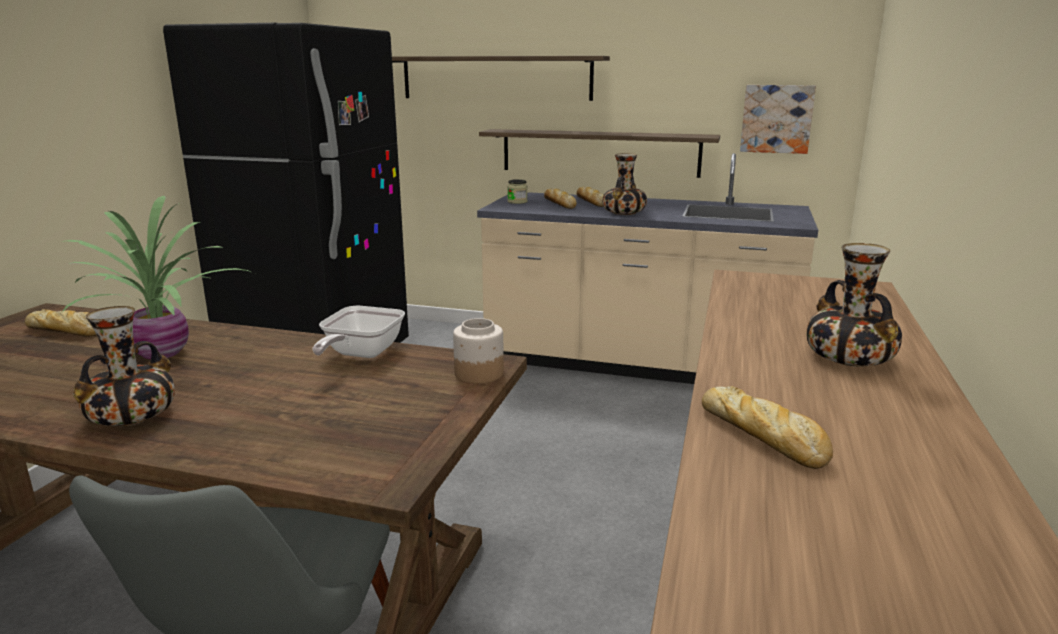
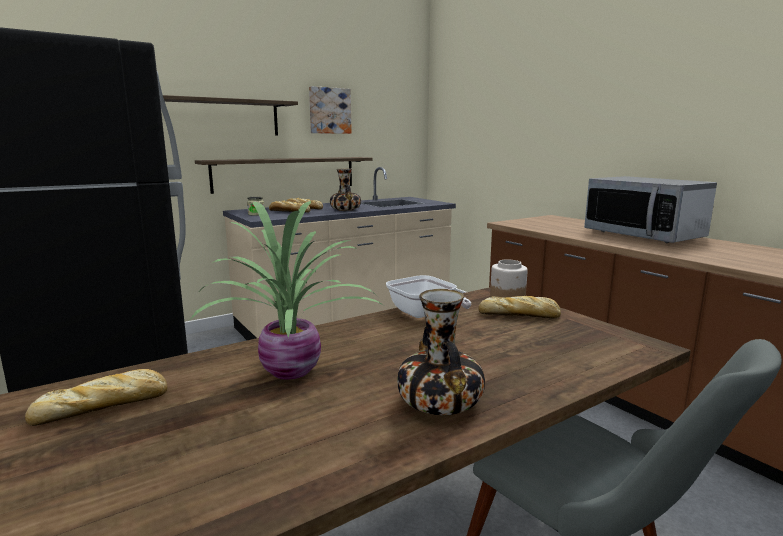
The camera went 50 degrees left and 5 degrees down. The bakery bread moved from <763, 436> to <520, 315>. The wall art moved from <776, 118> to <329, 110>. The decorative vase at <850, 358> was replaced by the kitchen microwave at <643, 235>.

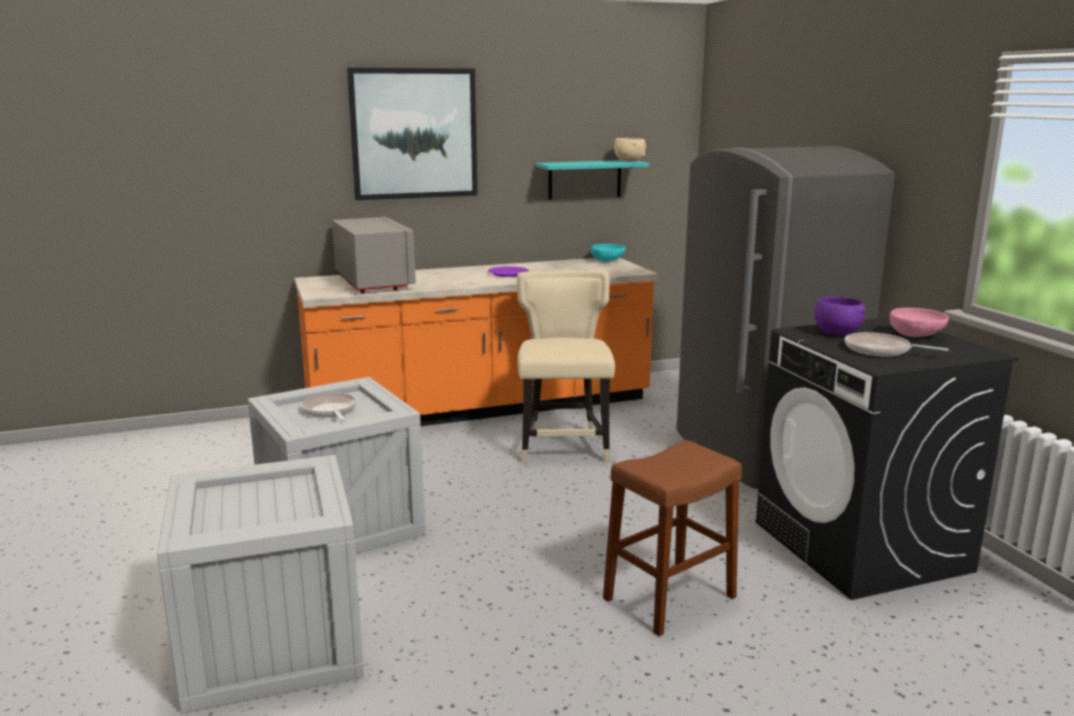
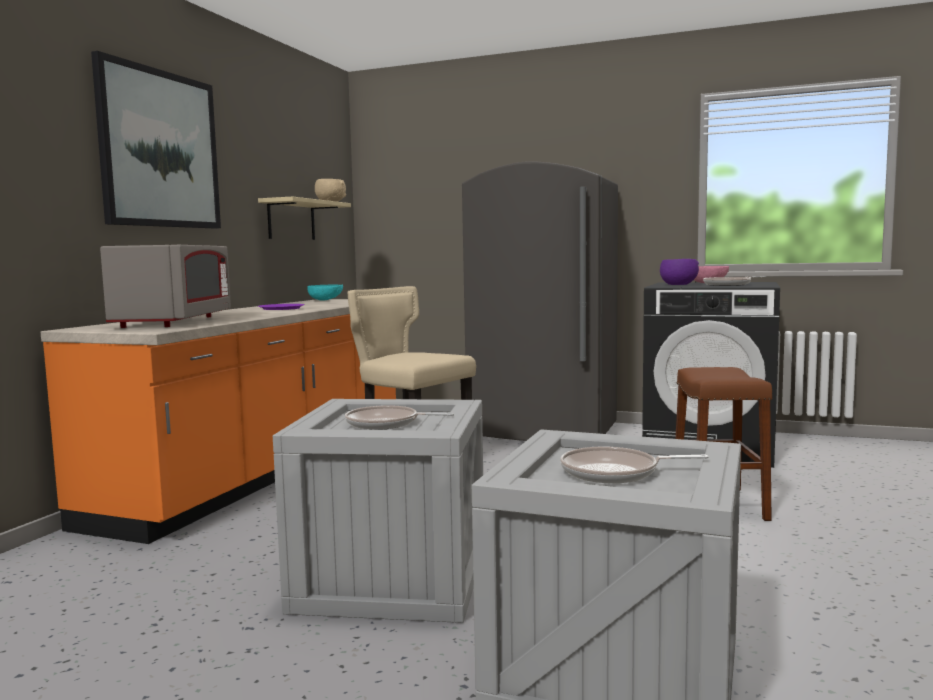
The camera went 50 degrees left and 10 degrees down. The frying pan at <615, 473> appeared. The turquoise-coloured wall shelf at <584, 179> became the beige-coloured wall shelf at <291, 220>. The grey kitchen microwave at <374, 282> turned 75 degrees clockwise.

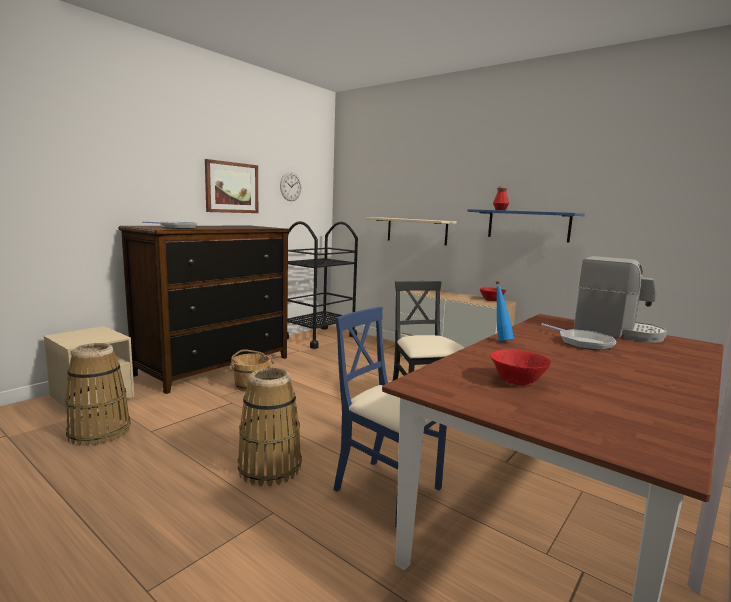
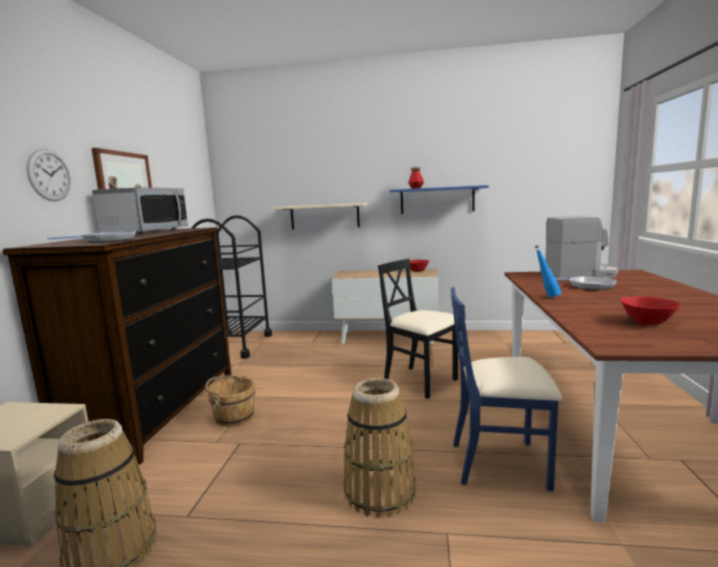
The camera went 30 degrees left and 0 degrees up. The kitchen microwave at <146, 232> appeared. The wall clock moved from <290, 186> to <49, 175>.

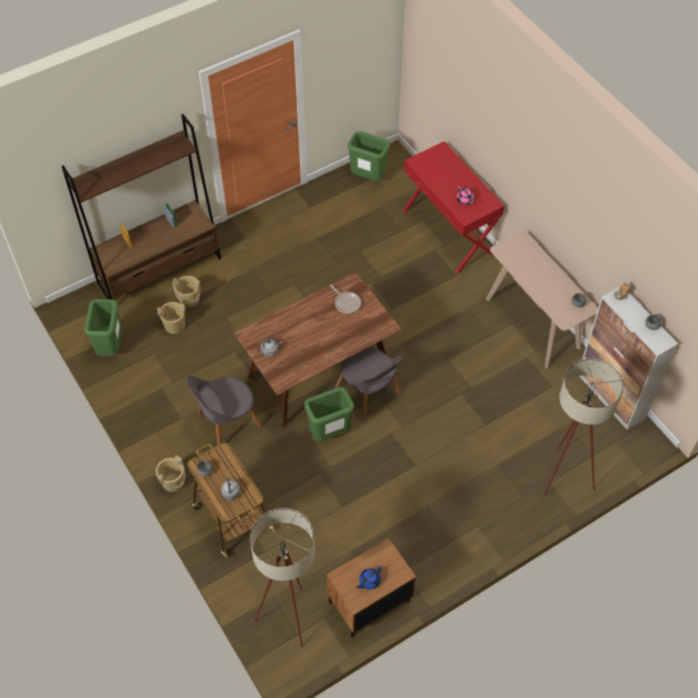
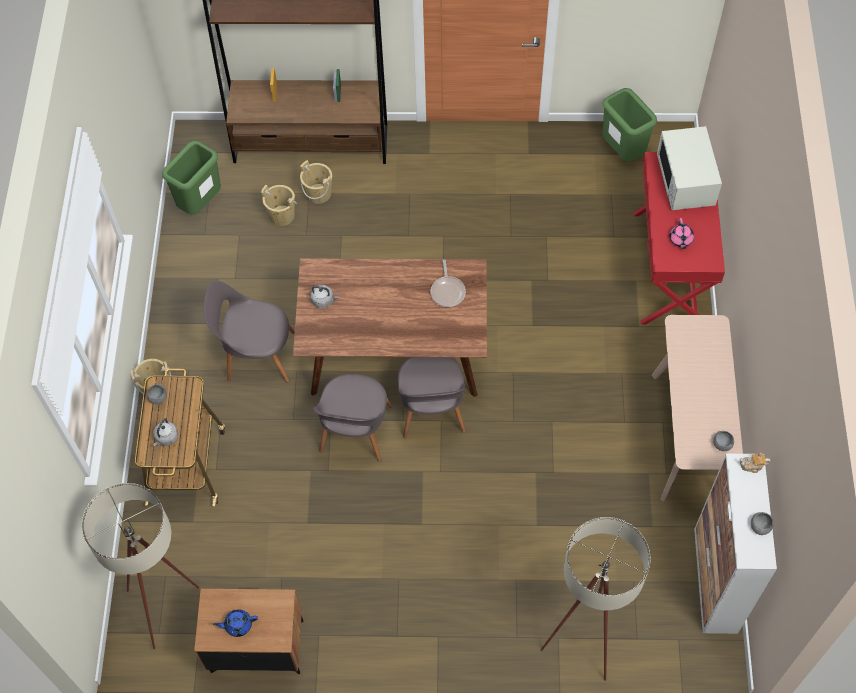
The camera went 35 degrees right and 5 degrees up. The white kitchen microwave at <685, 181> appeared. The green rubbish bin at <330, 434> was replaced by the grey plain chair at <355, 432>.

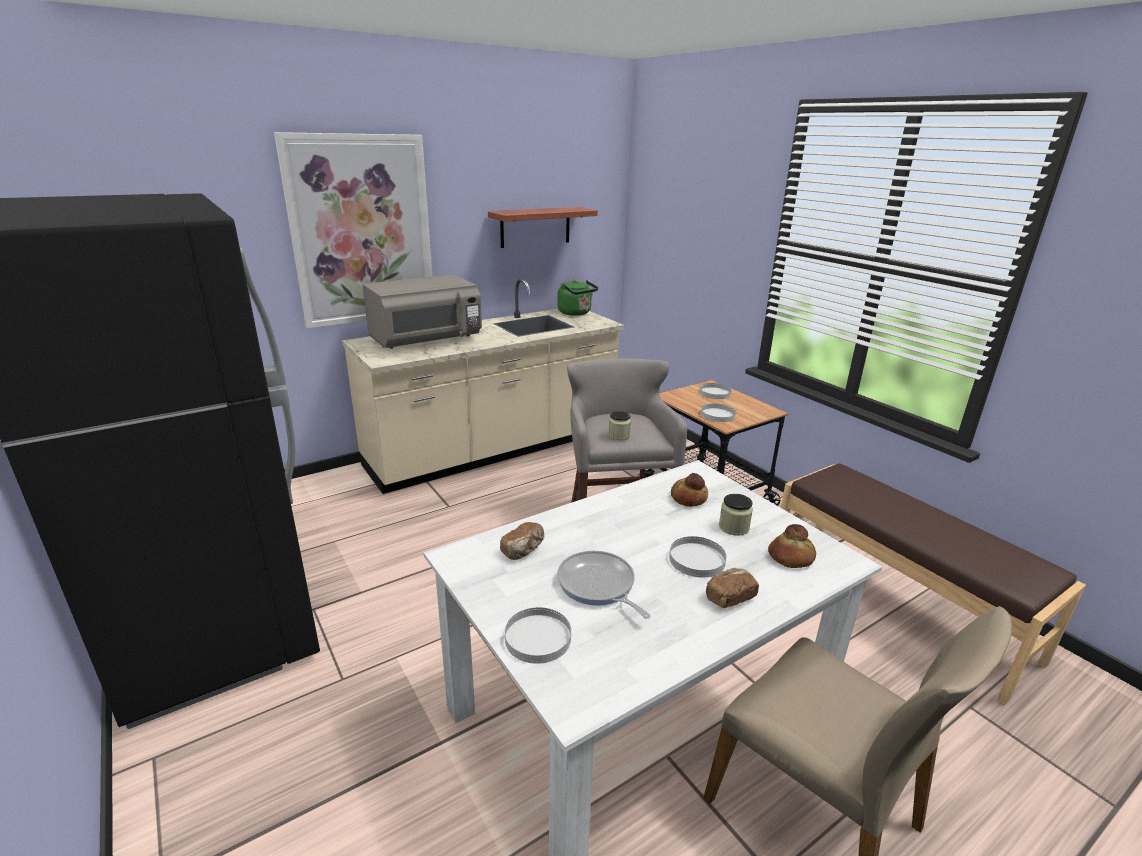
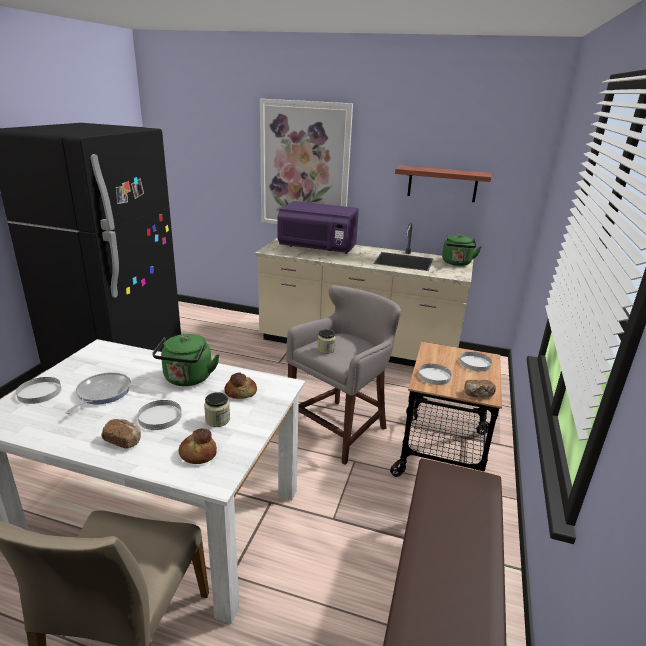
The camera went 50 degrees right and 0 degrees up. The green kettle at <187, 379> appeared. The bakery bread moved from <524, 550> to <478, 394>. The grey kitchen microwave at <426, 340> became the purplish kitchen microwave at <317, 248>.

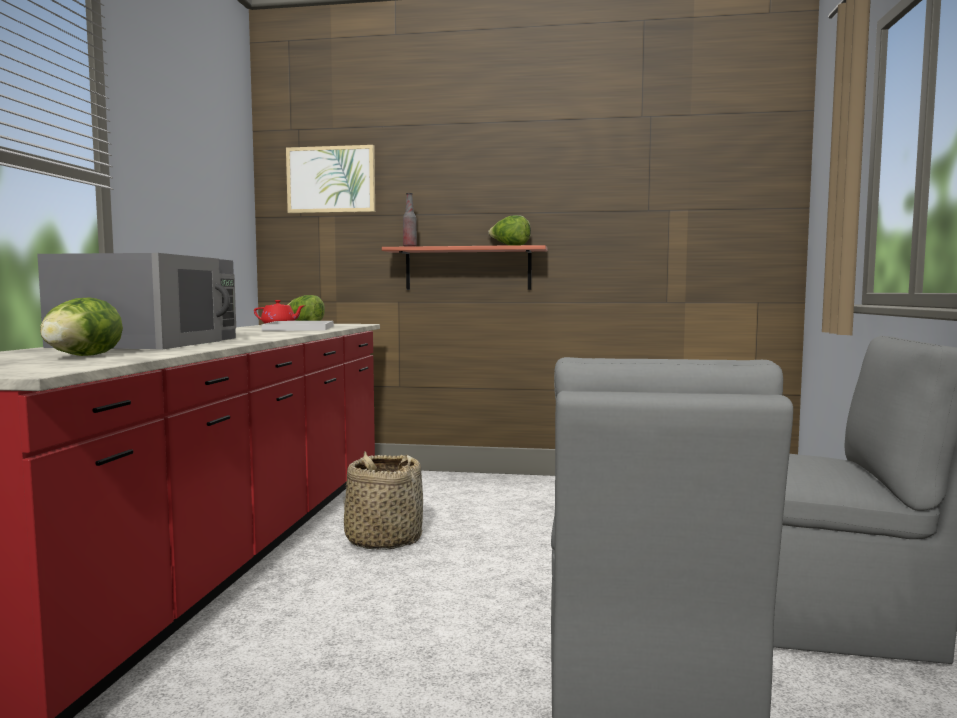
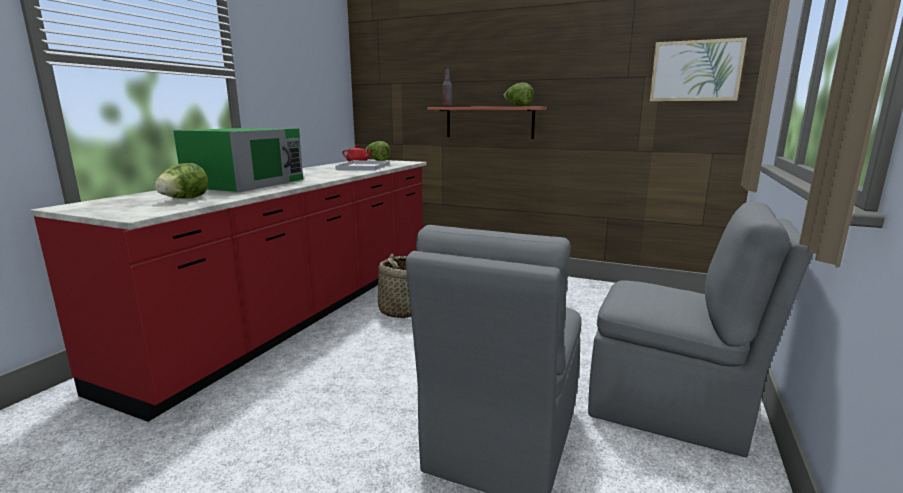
The camera went 15 degrees right and 10 degrees up. The wall art moved from <331, 180> to <695, 71>. The grey kitchen microwave at <151, 342> became the green kitchen microwave at <247, 183>.

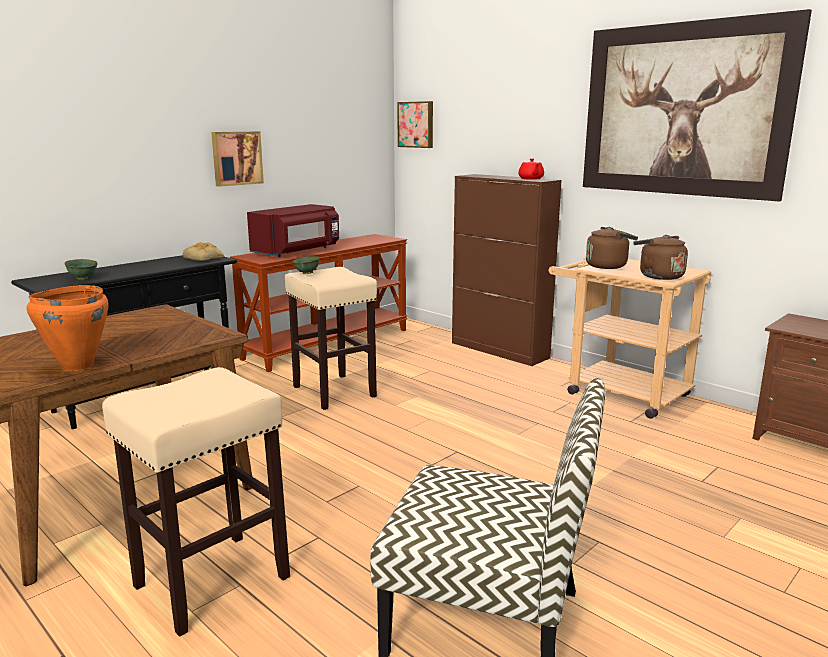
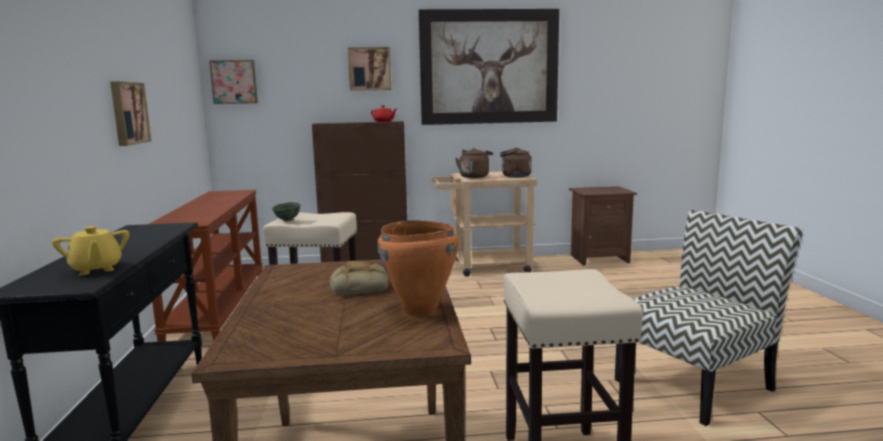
The camera went 50 degrees left and 5 degrees down. The red-coloured kitchen microwave at <298, 251> disappeared. The wall art at <369, 69> appeared. The bakery bread moved from <204, 258> to <360, 286>. The green bowl at <83, 278> was replaced by the yellow-coloured teapot at <96, 269>.

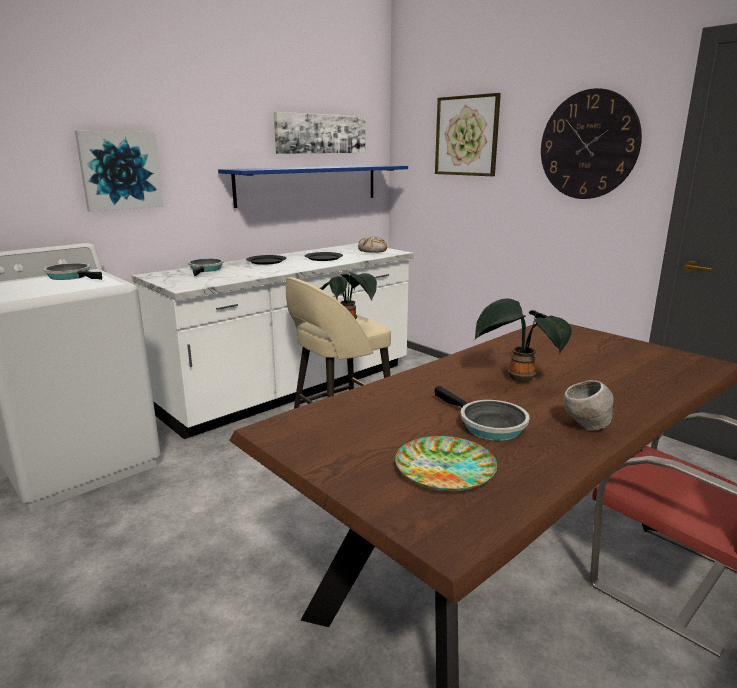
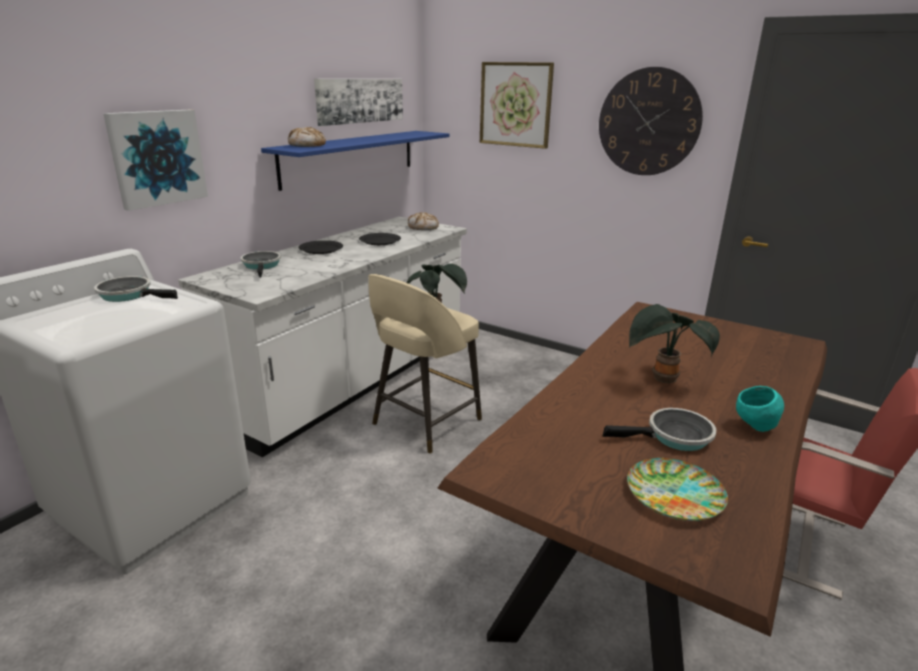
The camera went 15 degrees left and 5 degrees up. The bakery bread at <307, 145> appeared. The grey bowl at <586, 427> became the turquoise-coloured bowl at <754, 428>. The frying pan at <487, 425> turned 45 degrees counterclockwise.

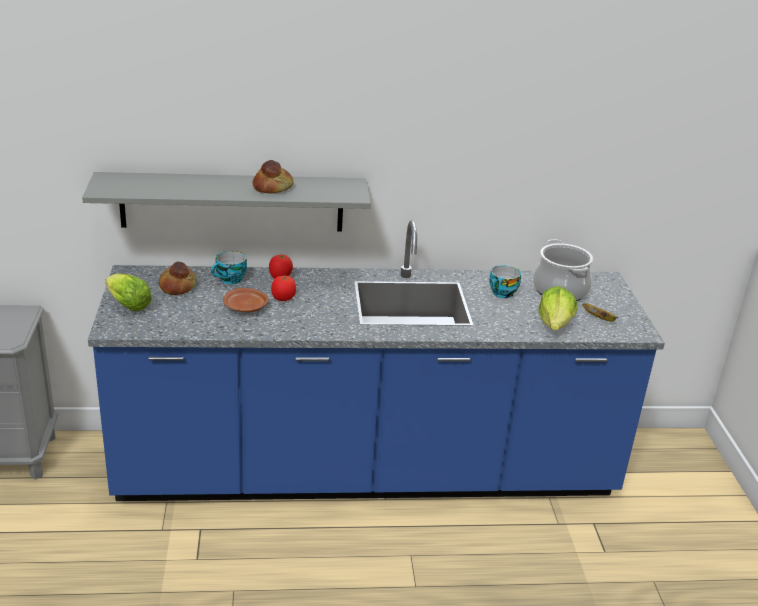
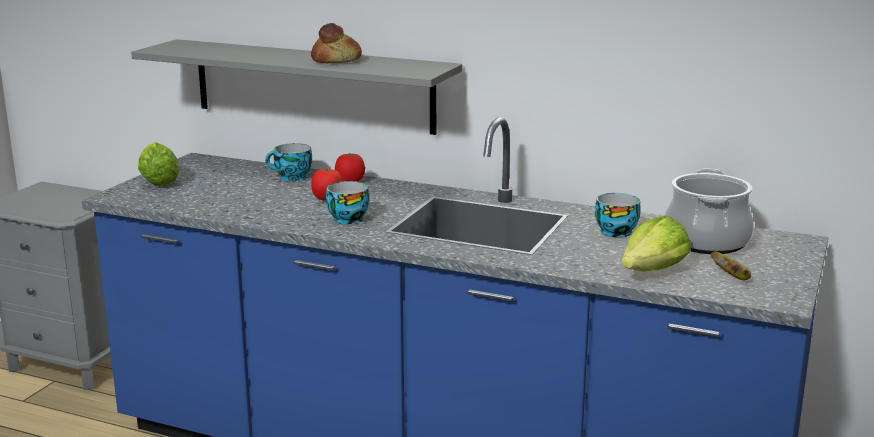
The camera went 30 degrees right and 10 degrees down. The bakery bread at <178, 287> disappeared. The brown dinner plate at <246, 307> disappeared. The drinking cup at <347, 218> appeared.

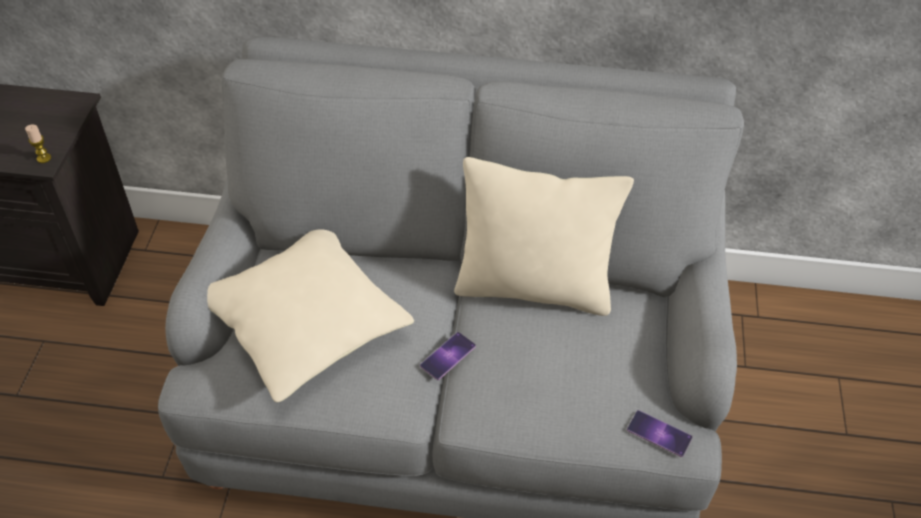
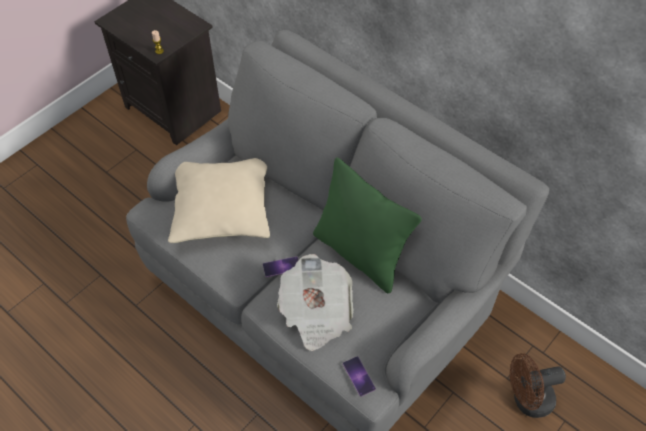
The camera went 35 degrees right and 5 degrees up. The daily paper at <316, 313> appeared. The brown fan at <527, 400> appeared. The beige-coloured pillow at <534, 287> became the green pillow at <360, 254>.

